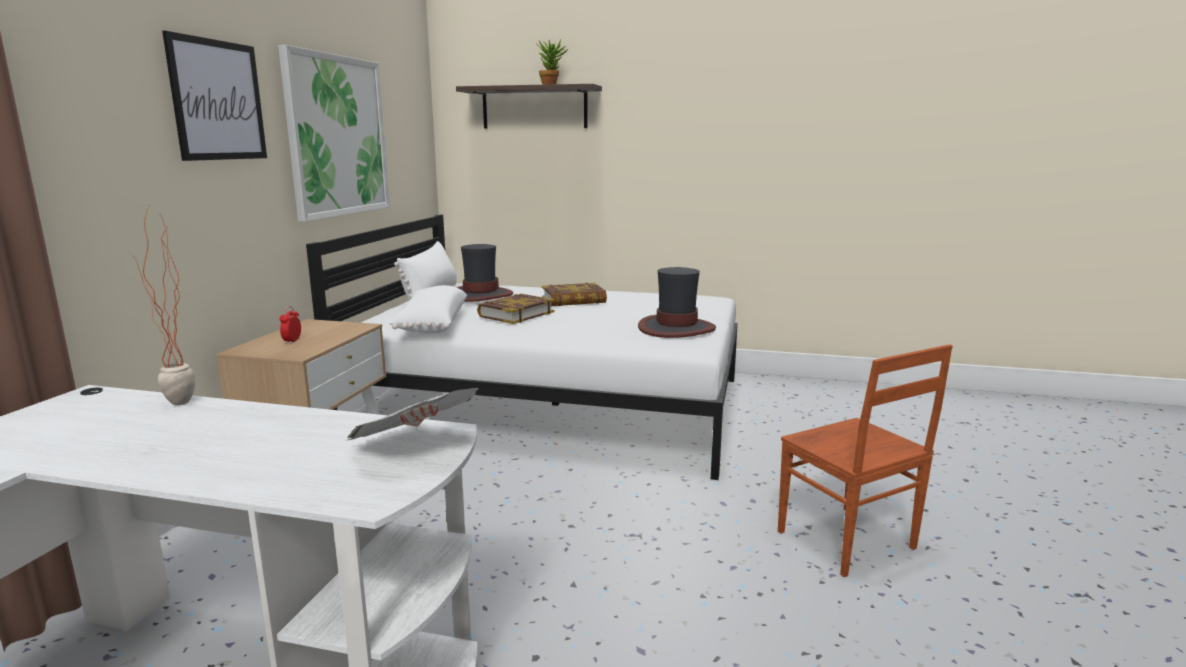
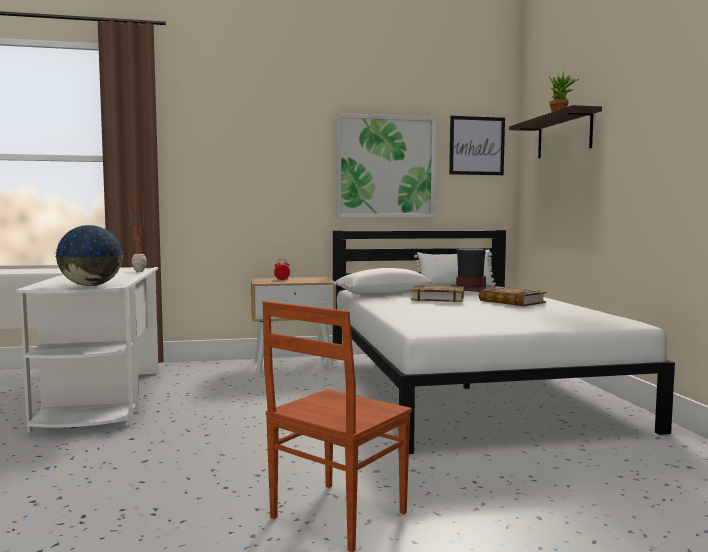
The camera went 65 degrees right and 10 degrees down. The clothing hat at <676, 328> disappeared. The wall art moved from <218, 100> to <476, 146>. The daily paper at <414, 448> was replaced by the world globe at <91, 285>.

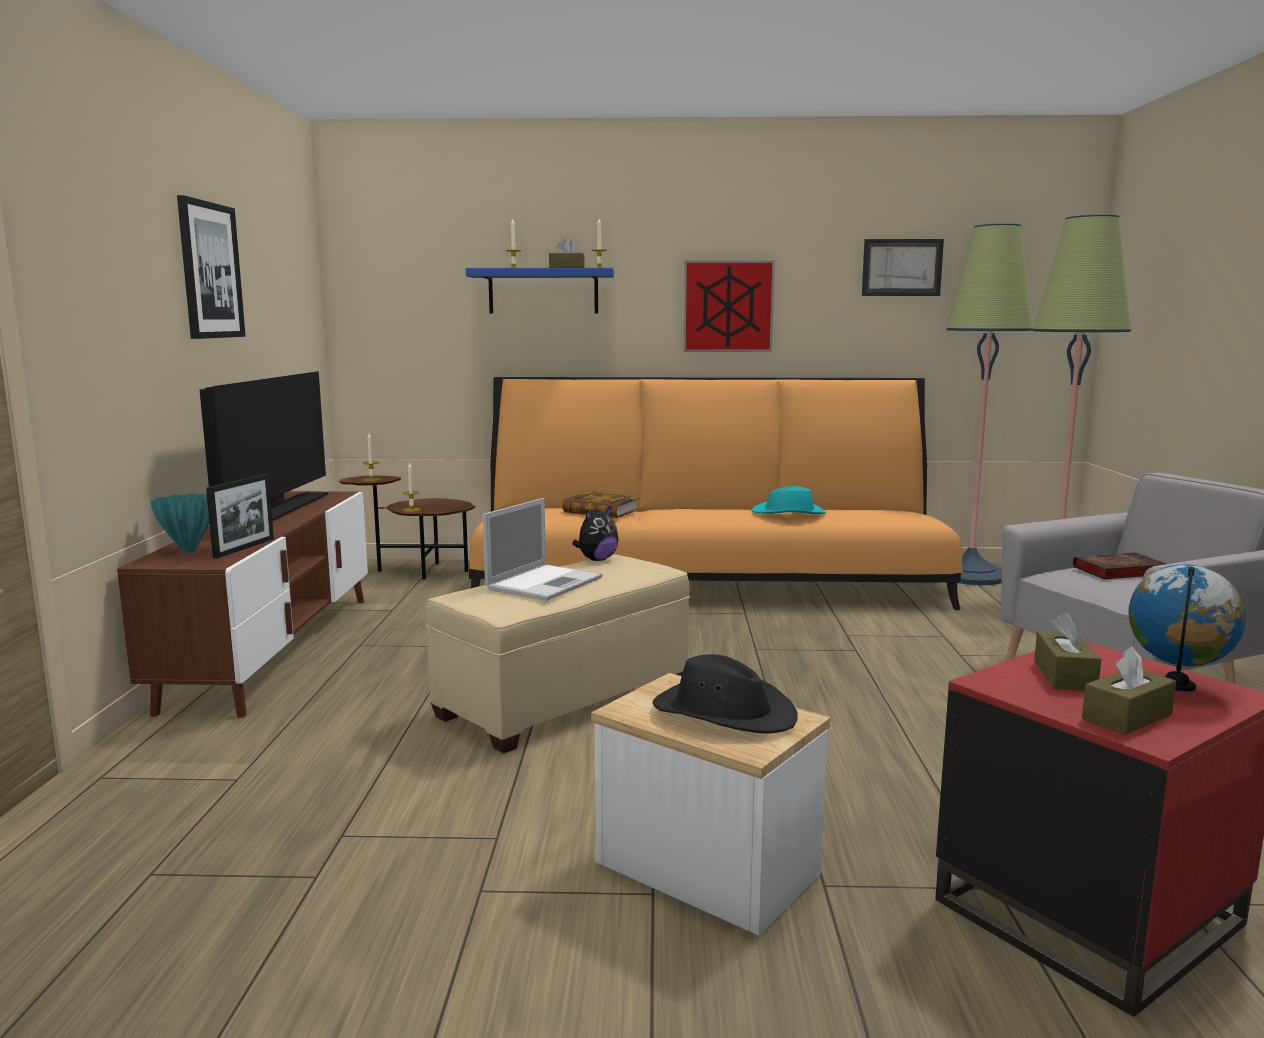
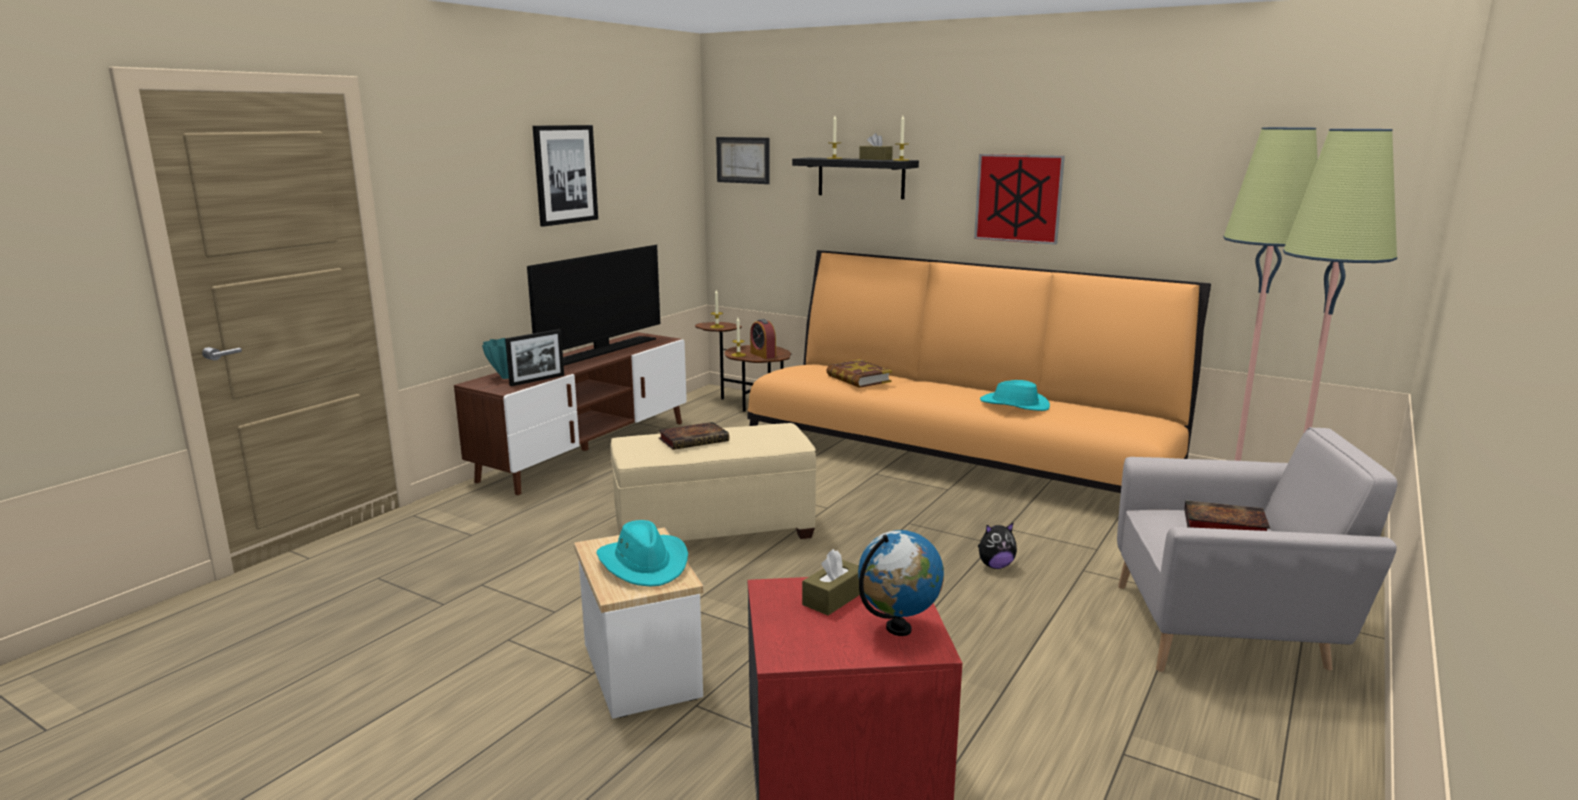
The camera went 30 degrees right and 5 degrees up. The brown tissue holder at <1126, 717> disappeared. The bedside clock at <763, 355> appeared. The soft toy moved from <597, 559> to <995, 566>. The wall art moved from <902, 267> to <743, 160>. The laptop at <545, 583> was replaced by the bound book at <695, 440>. The blue-coloured wall shelf at <543, 291> became the black-coloured wall shelf at <861, 178>. The black-coloured clothing hat at <723, 712> became the turquoise-coloured clothing hat at <644, 564>.

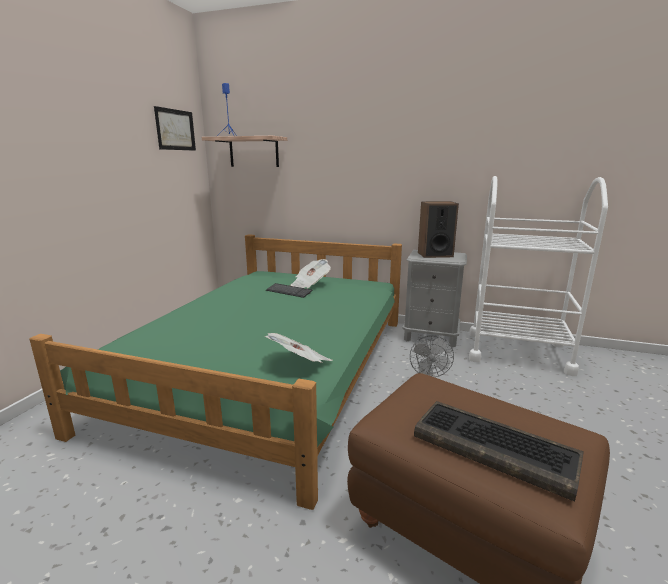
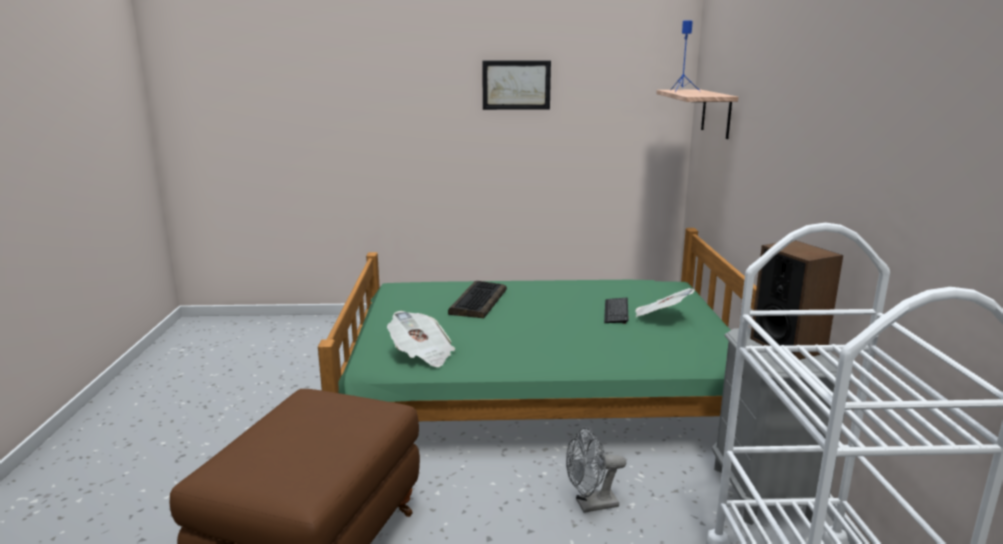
The camera went 70 degrees right and 0 degrees up. The wall art moved from <175, 130> to <516, 85>. The keyboard moved from <492, 447> to <478, 301>.

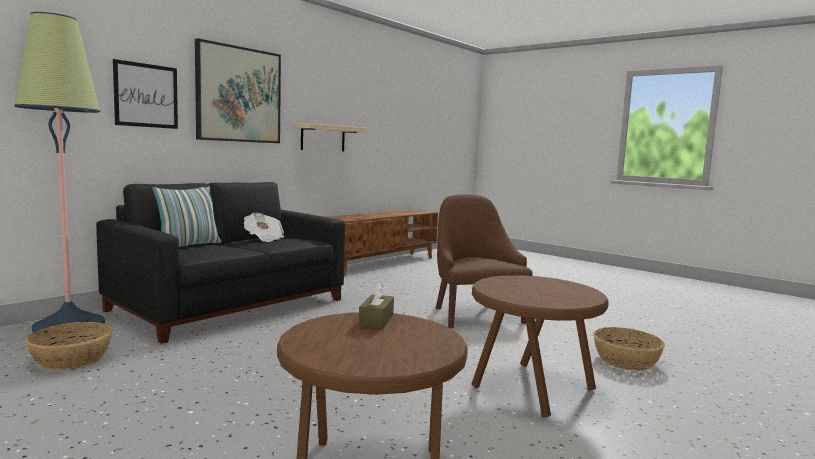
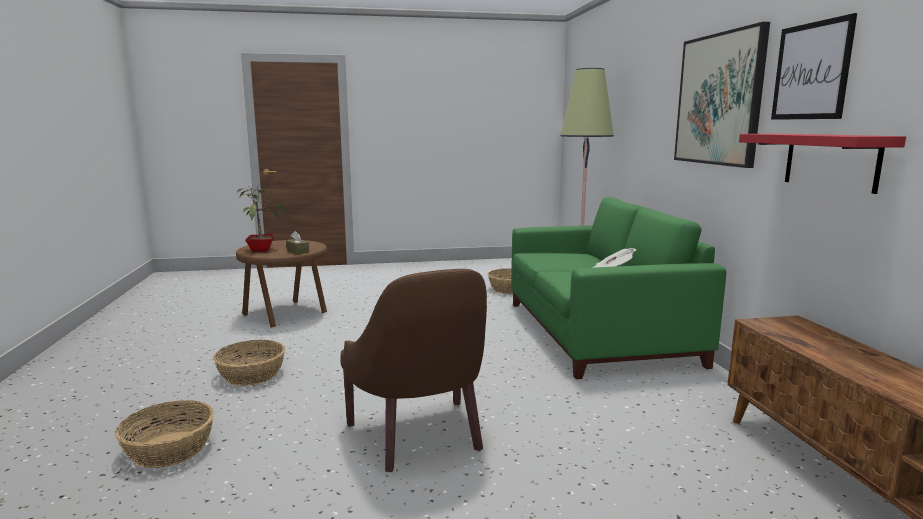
The camera went 130 degrees right and 5 degrees up. The pillow at <189, 246> disappeared. The houseplant at <261, 250> appeared. The wall art moved from <146, 95> to <811, 71>. The brown side table at <531, 389> was replaced by the household basket at <251, 374>. The black-coloured settee at <231, 305> became the green settee at <596, 332>. The beige-coloured wall shelf at <323, 138> became the red-coloured wall shelf at <831, 161>. The brown easy chair at <474, 315> turned 45 degrees clockwise.

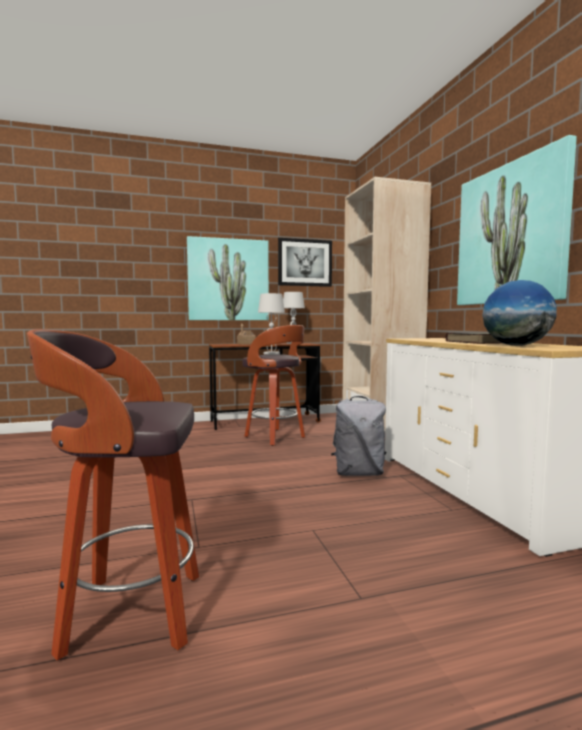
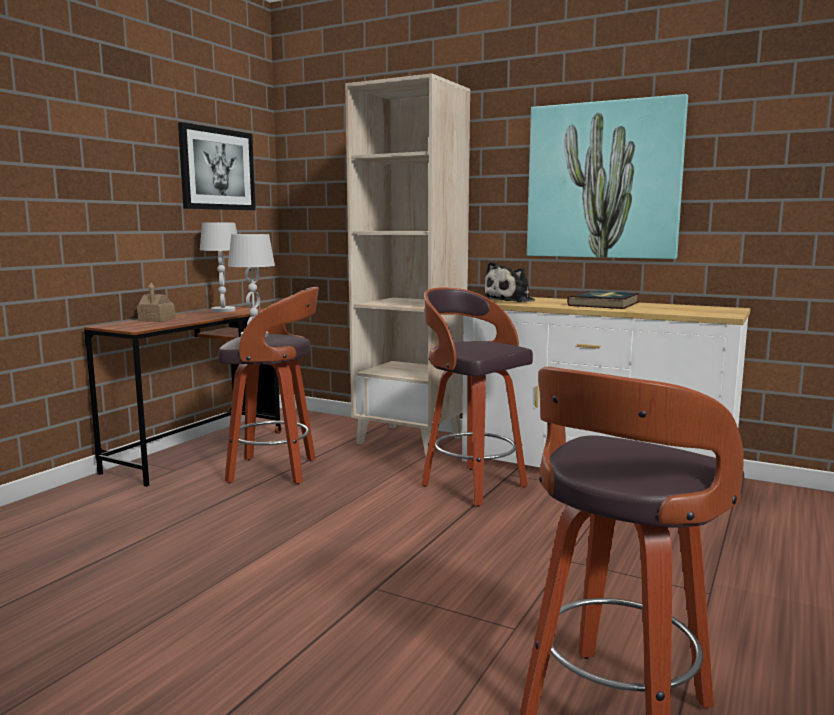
The camera went 45 degrees left and 5 degrees up. The wall art at <228, 280> disappeared. The world globe at <516, 345> disappeared. The soft toy at <511, 300> appeared. The grey knapsack at <358, 473> was replaced by the stool seat at <471, 485>.

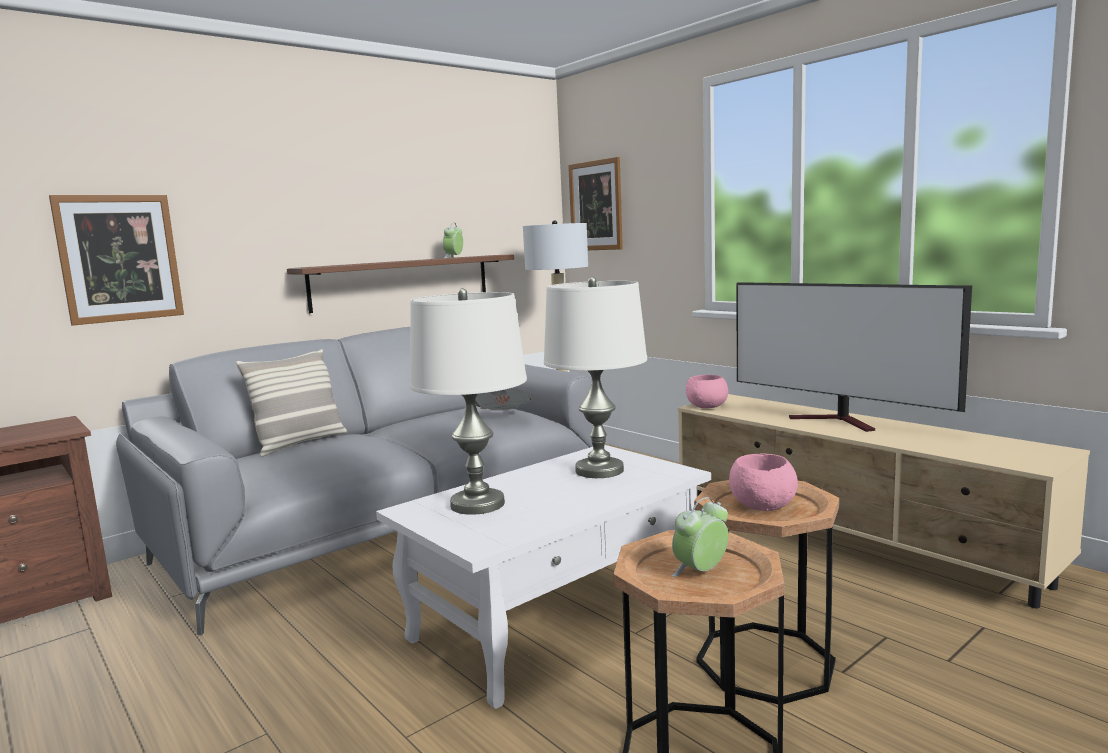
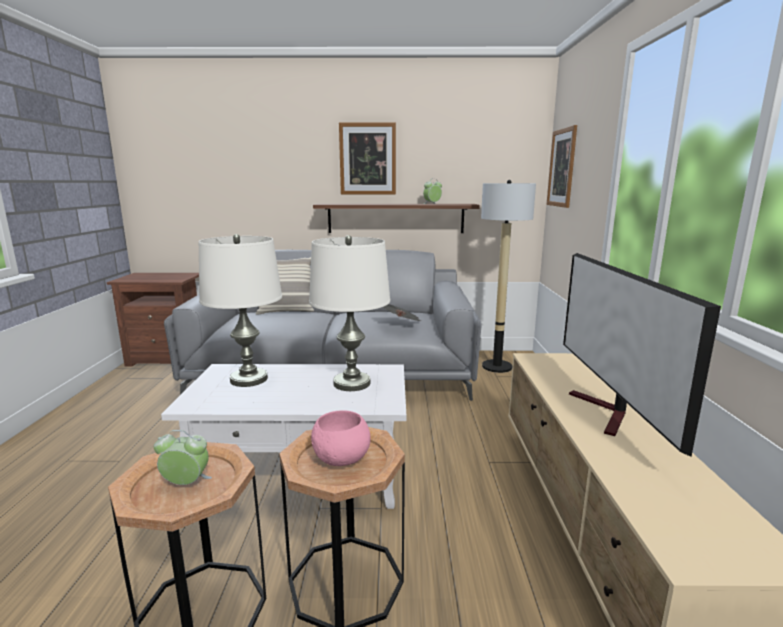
The camera went 40 degrees right and 5 degrees up. The pink bowl at <706, 406> disappeared. The wall art moved from <119, 258> to <367, 159>.

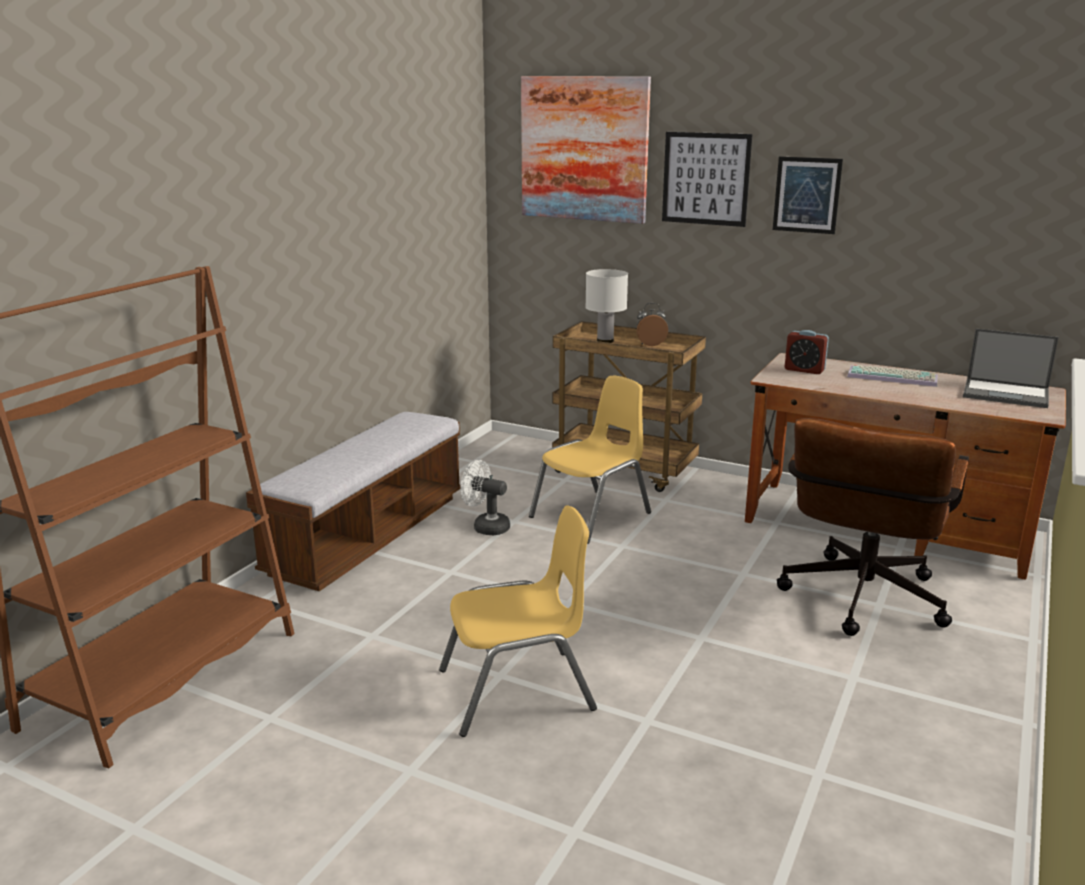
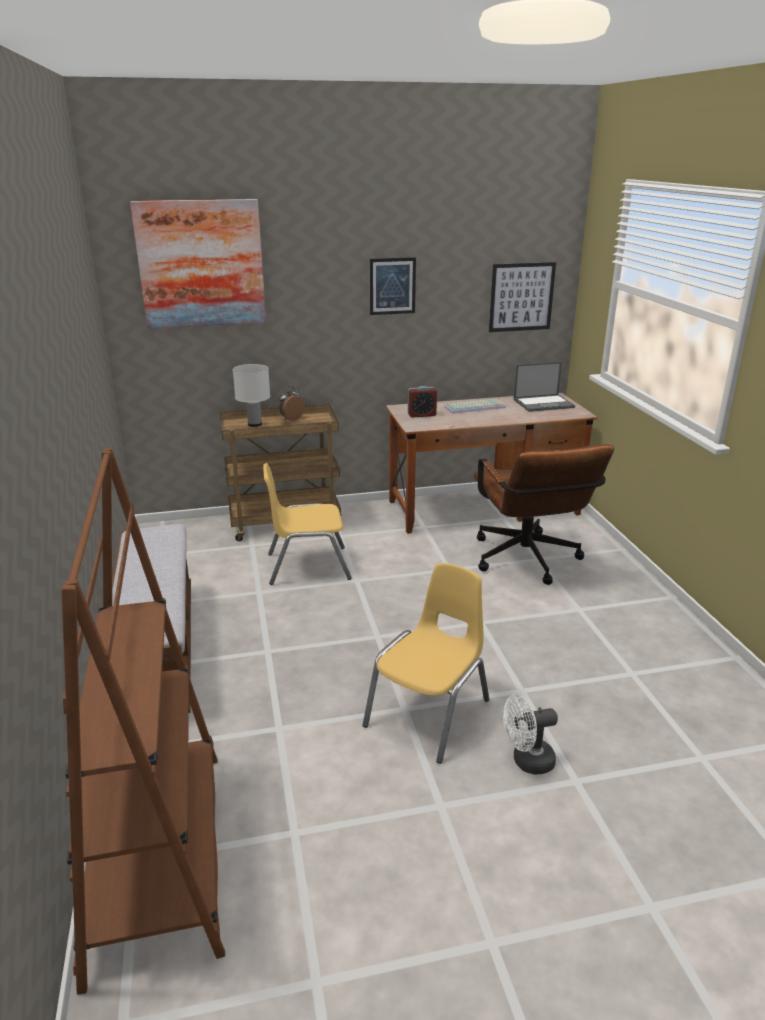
The camera went 40 degrees left and 5 degrees up. The white fan moved from <486, 527> to <527, 761>. The wall art moved from <706, 179> to <521, 297>. The yellow-coloured plain chair at <592, 515> turned 105 degrees counterclockwise.

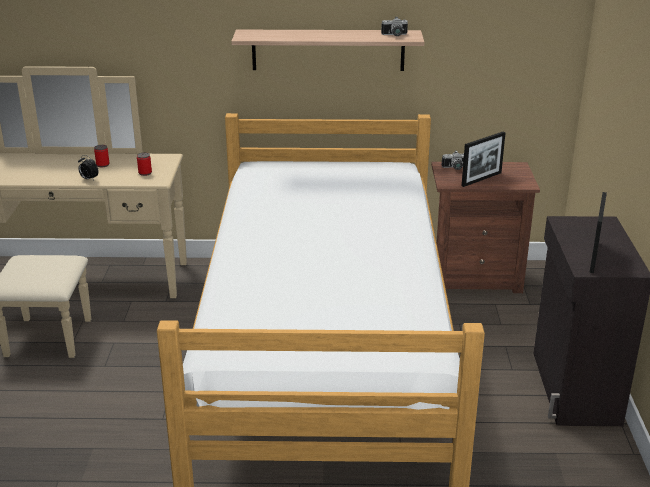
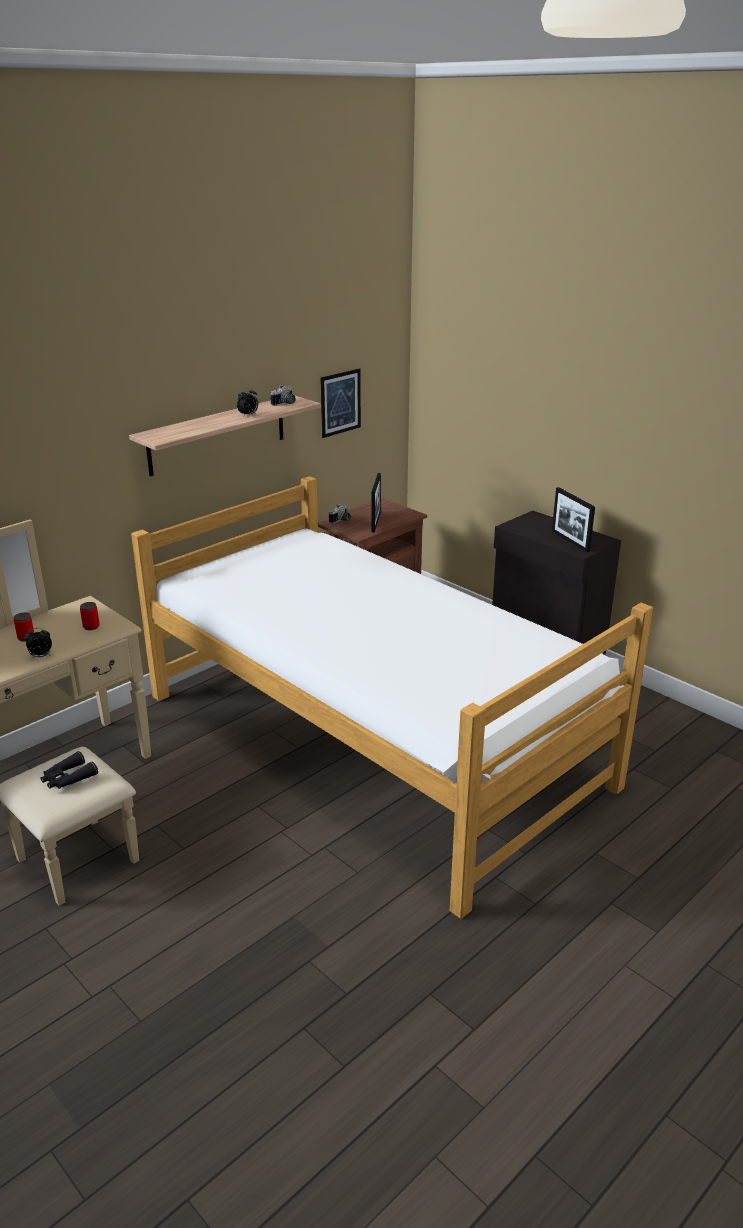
The camera went 45 degrees left and 0 degrees up. The black-coloured pair of binoculars at <68, 778> appeared. The bedside clock at <248, 415> appeared. The wall art at <340, 403> appeared.

